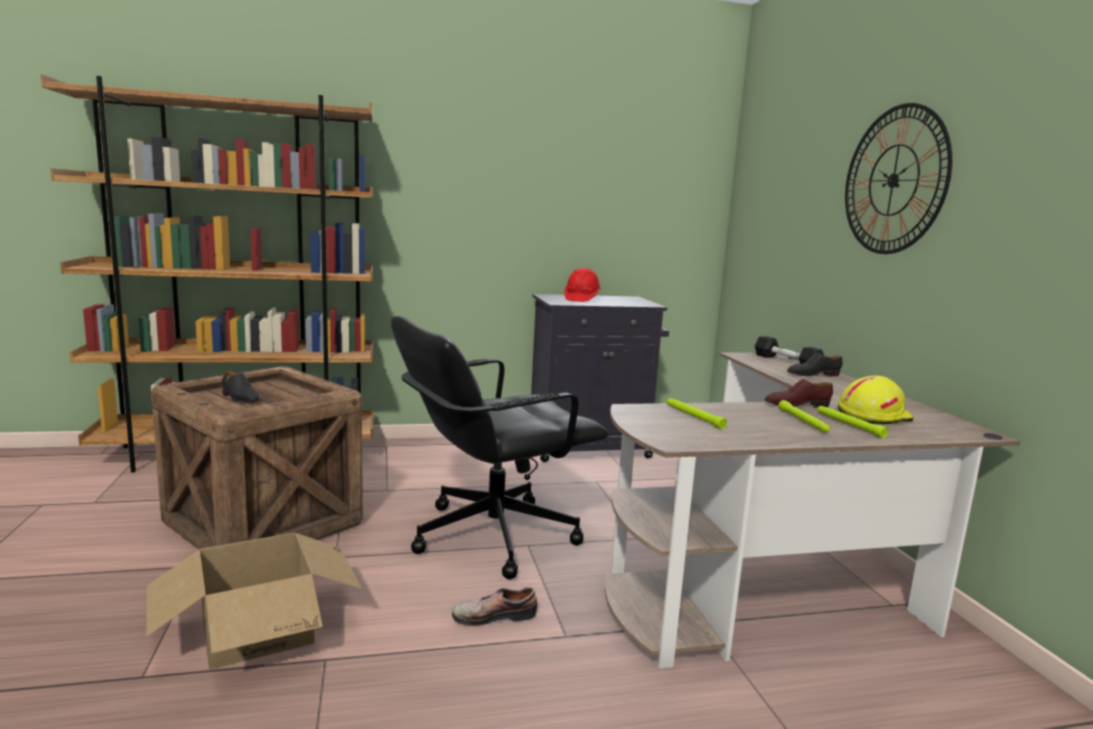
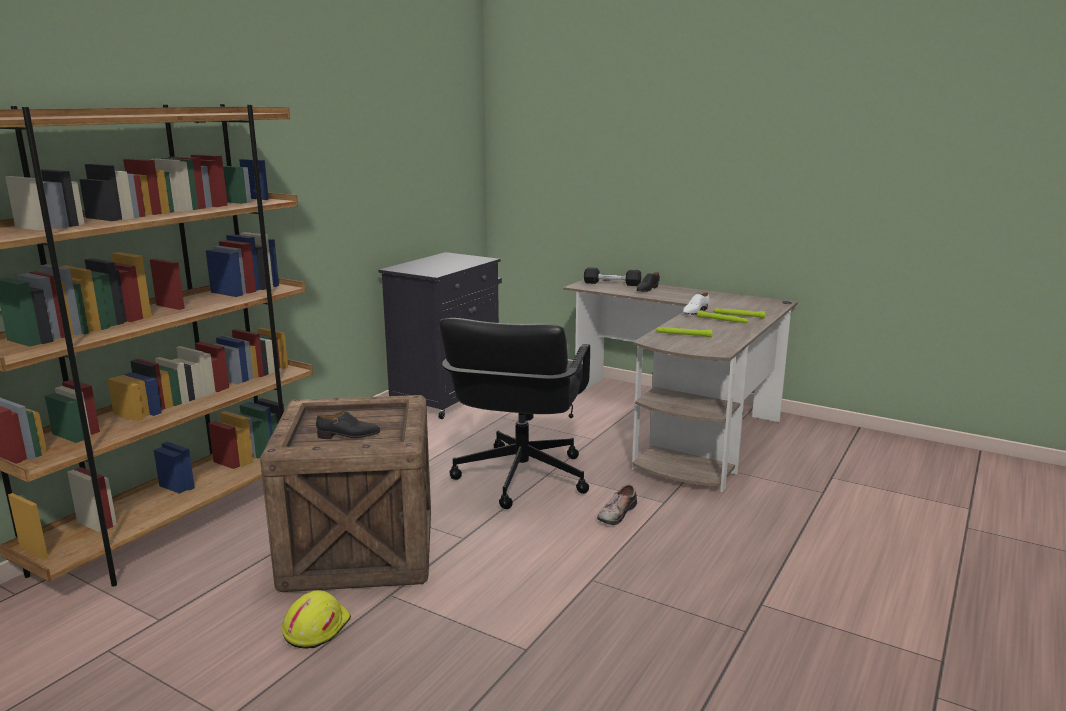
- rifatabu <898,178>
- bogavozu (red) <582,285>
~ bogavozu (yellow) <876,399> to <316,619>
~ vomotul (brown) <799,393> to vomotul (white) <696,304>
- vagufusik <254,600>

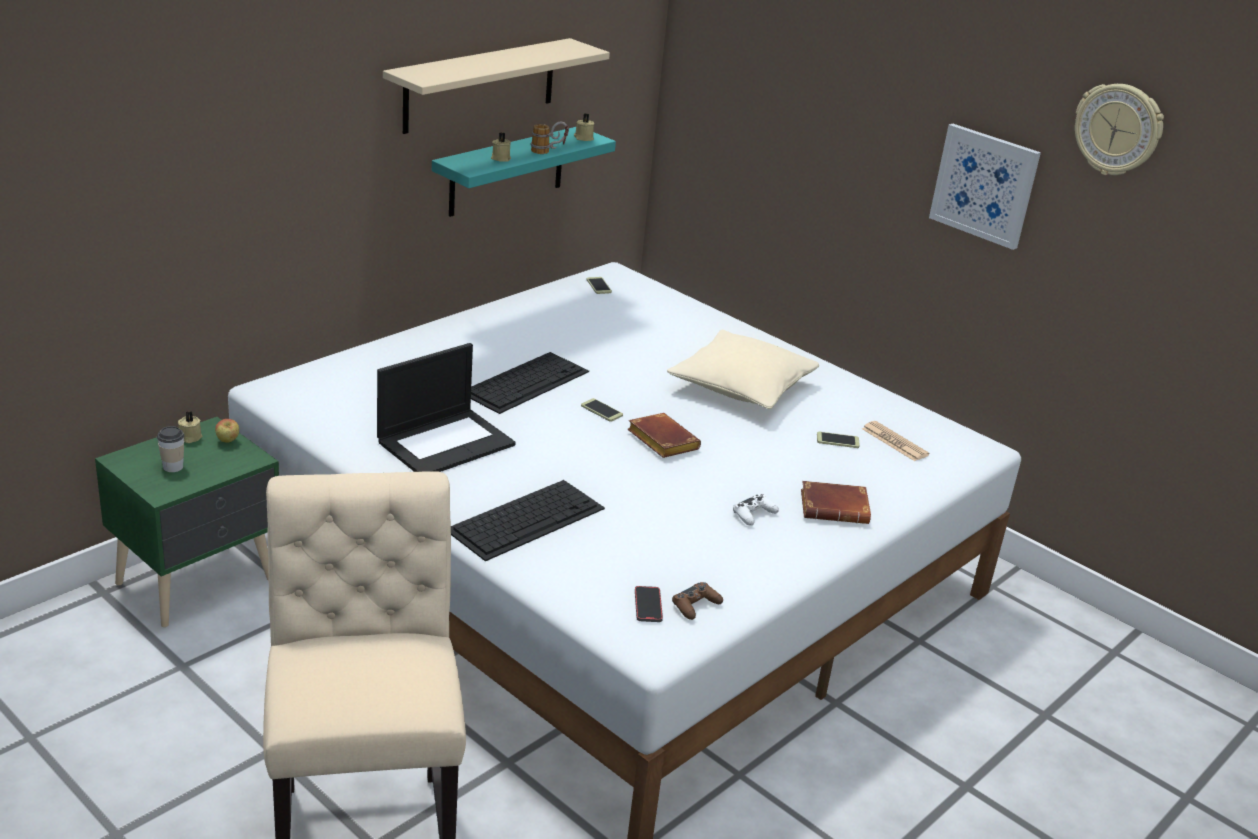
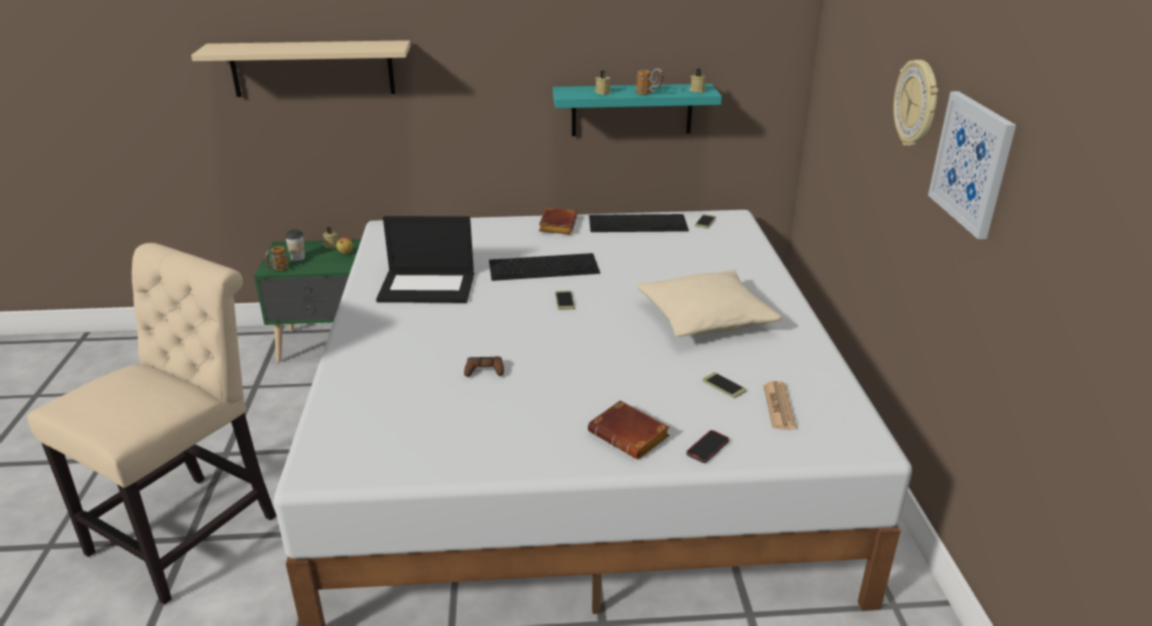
~ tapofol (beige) <496,86> to <301,68>
~ rifatabu <1119,129> to <915,103>
~ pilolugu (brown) <664,435> to <558,221>
~ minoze <528,520> to <639,223>
- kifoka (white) <756,510>
~ kifoka (brown) <697,601> to <484,366>
~ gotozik <649,604> to <707,446>
+ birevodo <277,258>

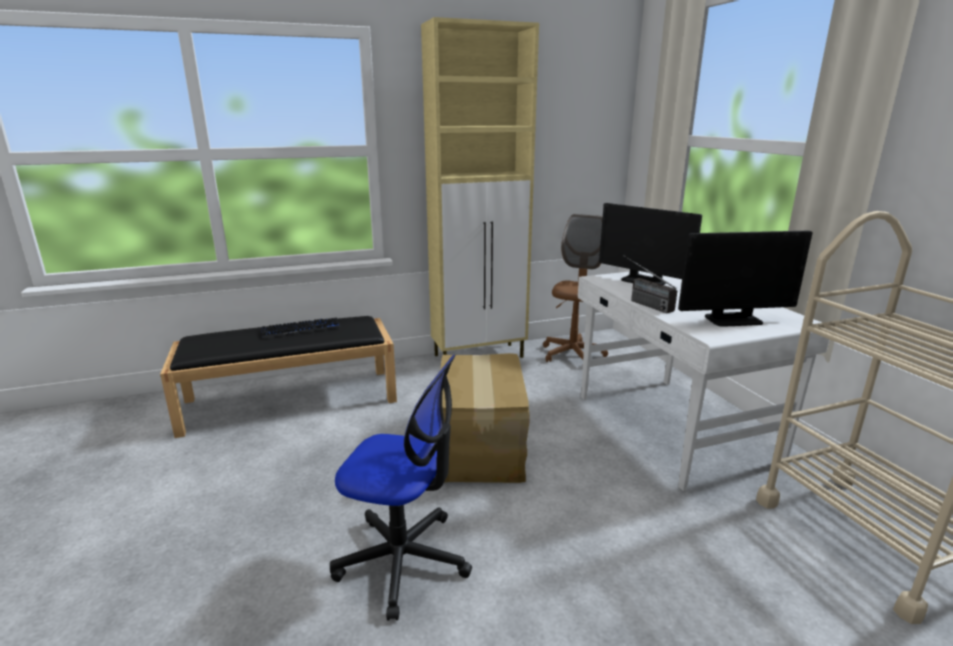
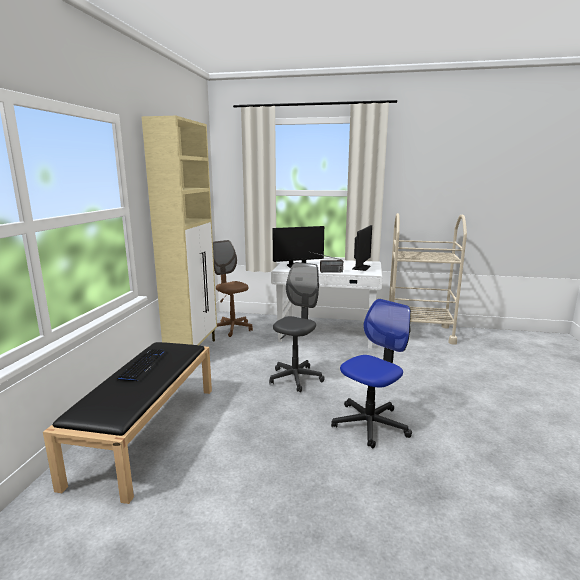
~ vagufusik <485,418> to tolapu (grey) <297,327>

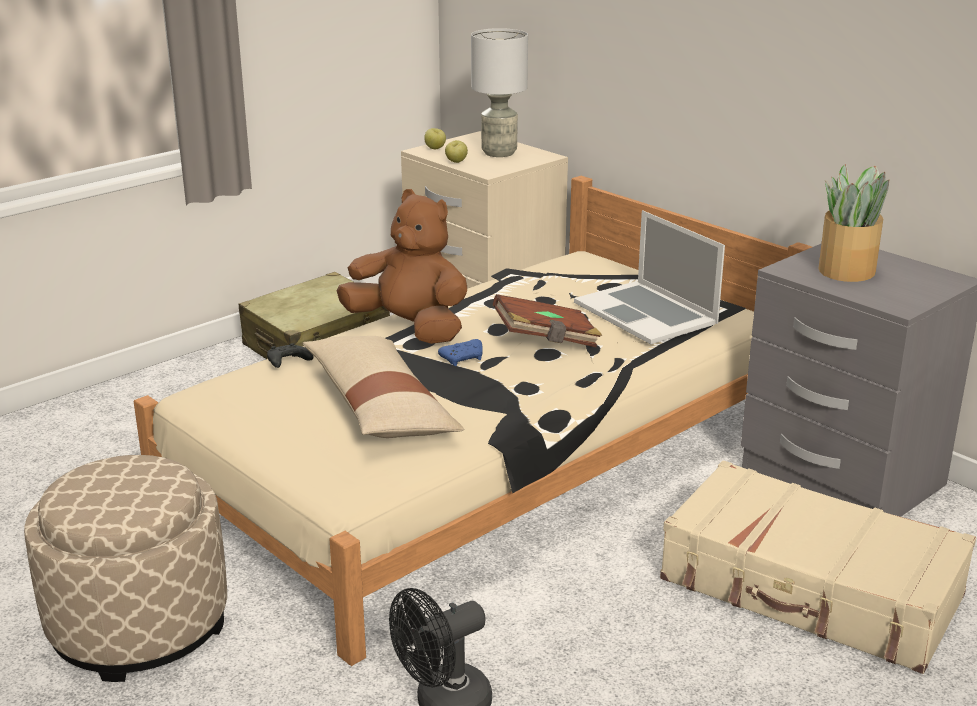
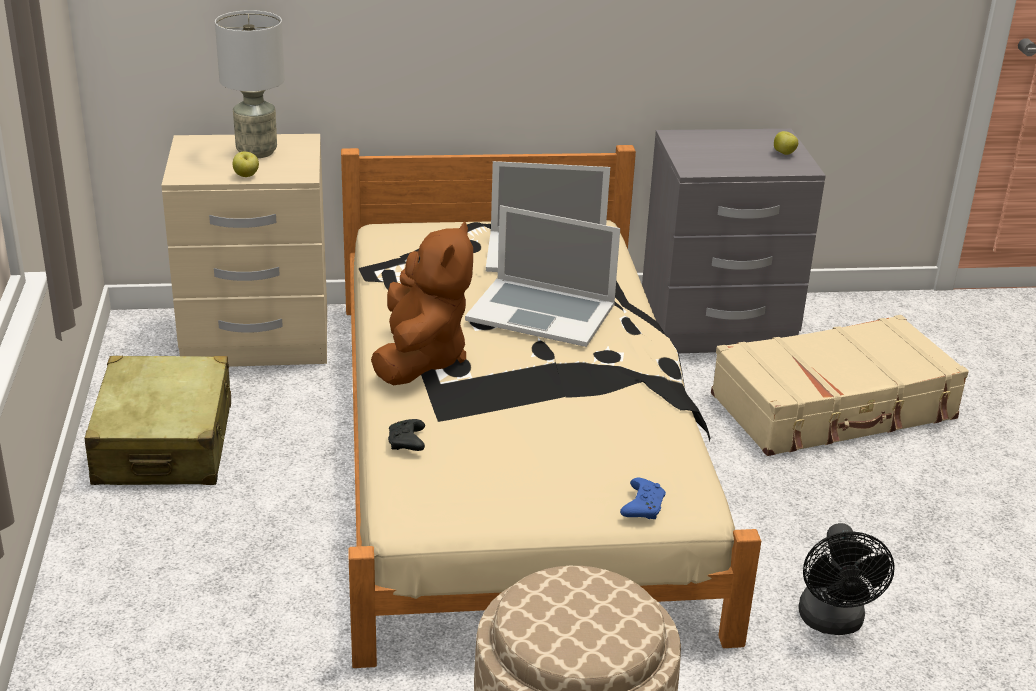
~ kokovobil <435,138> to <786,143>
- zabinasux <853,223>
~ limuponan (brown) <402,266> = <422,303> 120 degrees clockwise
~ pilolugu (brown) <547,320> to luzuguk <542,276>
- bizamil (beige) <383,387>
~ kifoka (blue) <460,352> to <643,498>

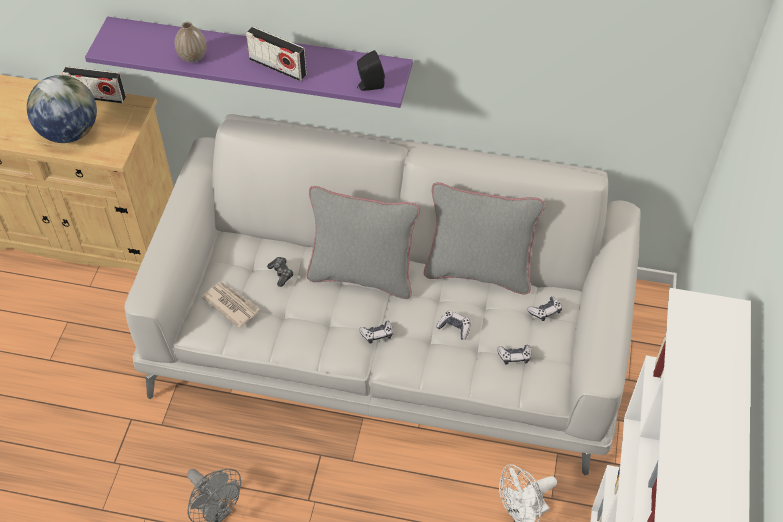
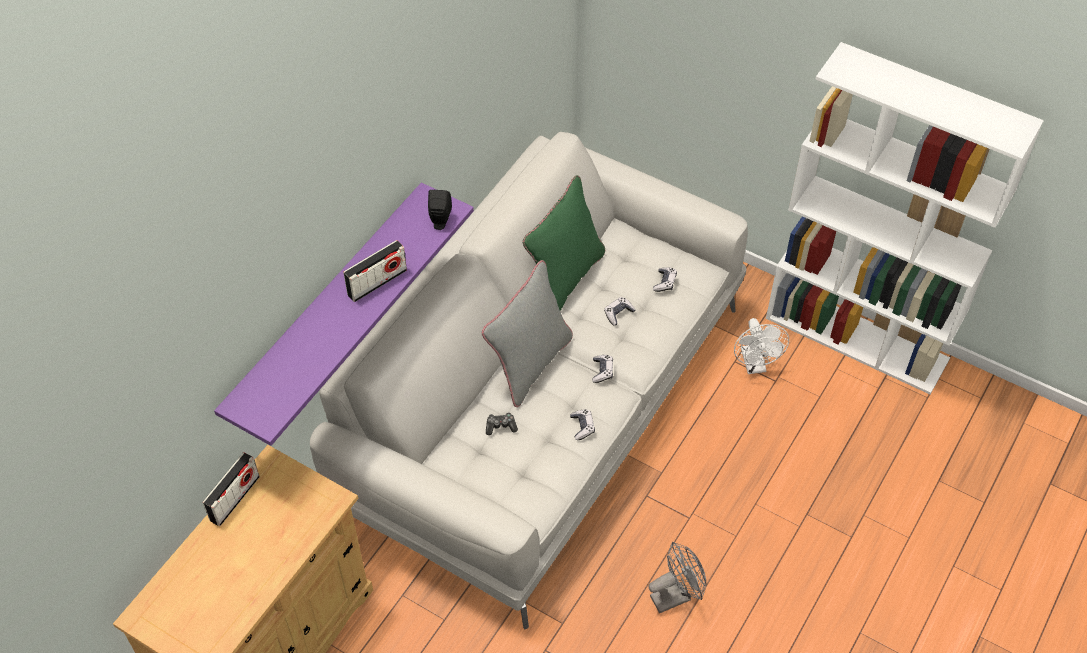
- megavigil <191,42>
- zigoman <62,109>
~ bizamil (grey) <484,238> to bizamil (green) <564,243>
- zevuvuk <231,305>
~ kifoka <544,308> to <582,424>

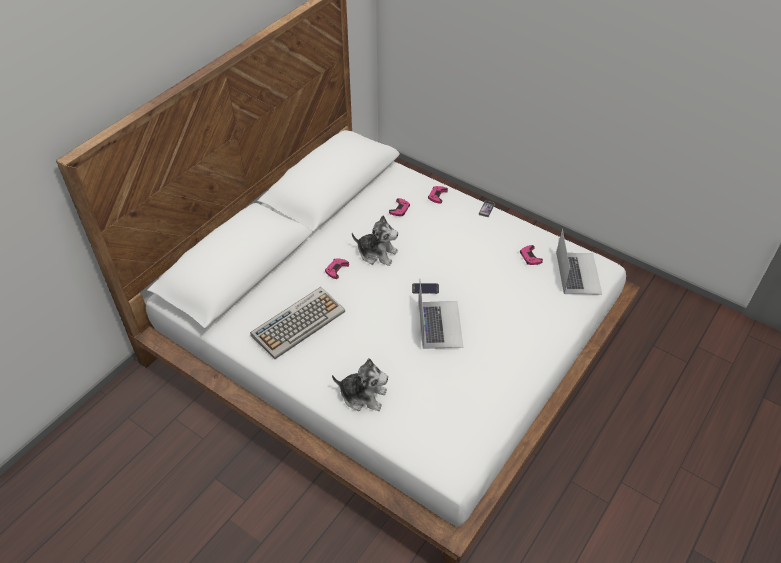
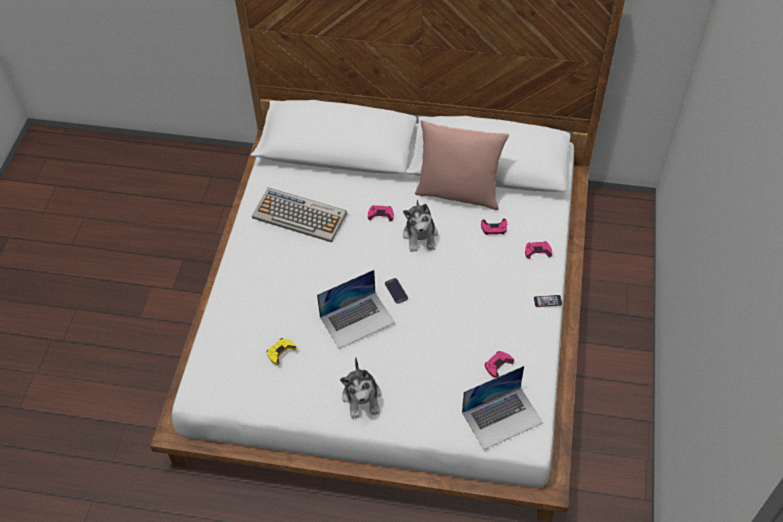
~ limuponan <360,384> to <361,388>
+ bizamil (pink) <462,165>
+ kifoka (yellow) <281,351>

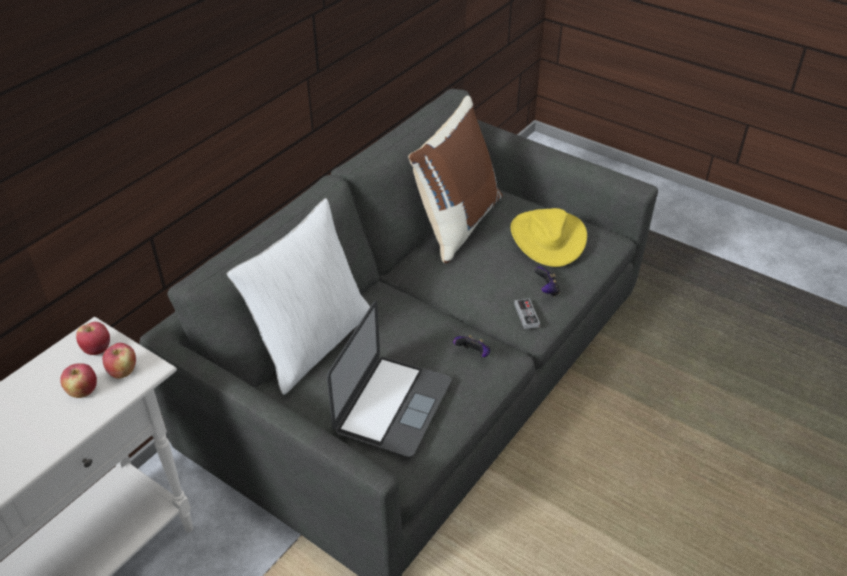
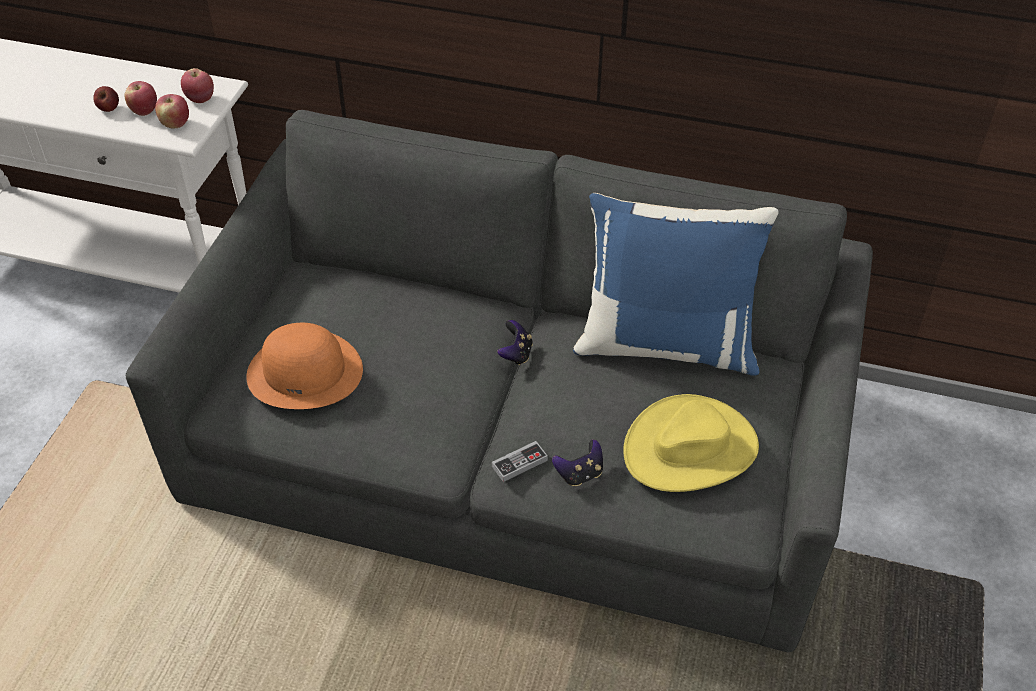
~ bizamil (brown) <455,179> to bizamil (blue) <676,284>
- bizamil (white) <298,296>
~ luzuguk <389,379> to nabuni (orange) <304,366>
~ kifoka <471,346> to <515,342>
+ kokovobil <106,99>

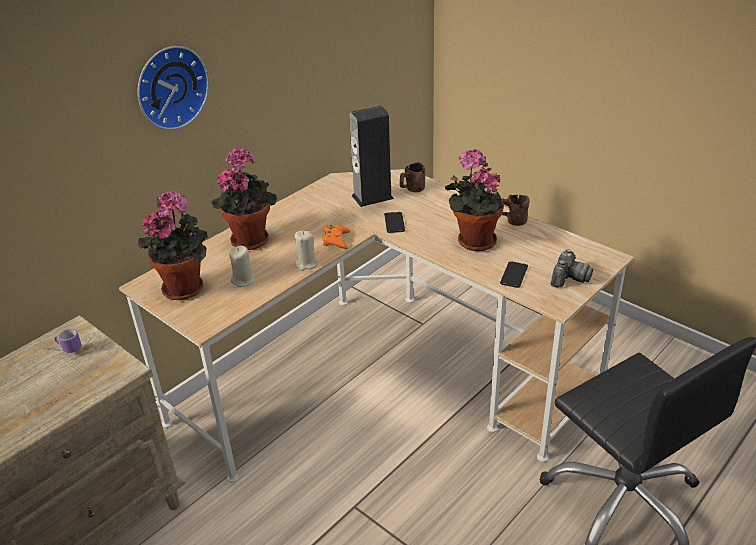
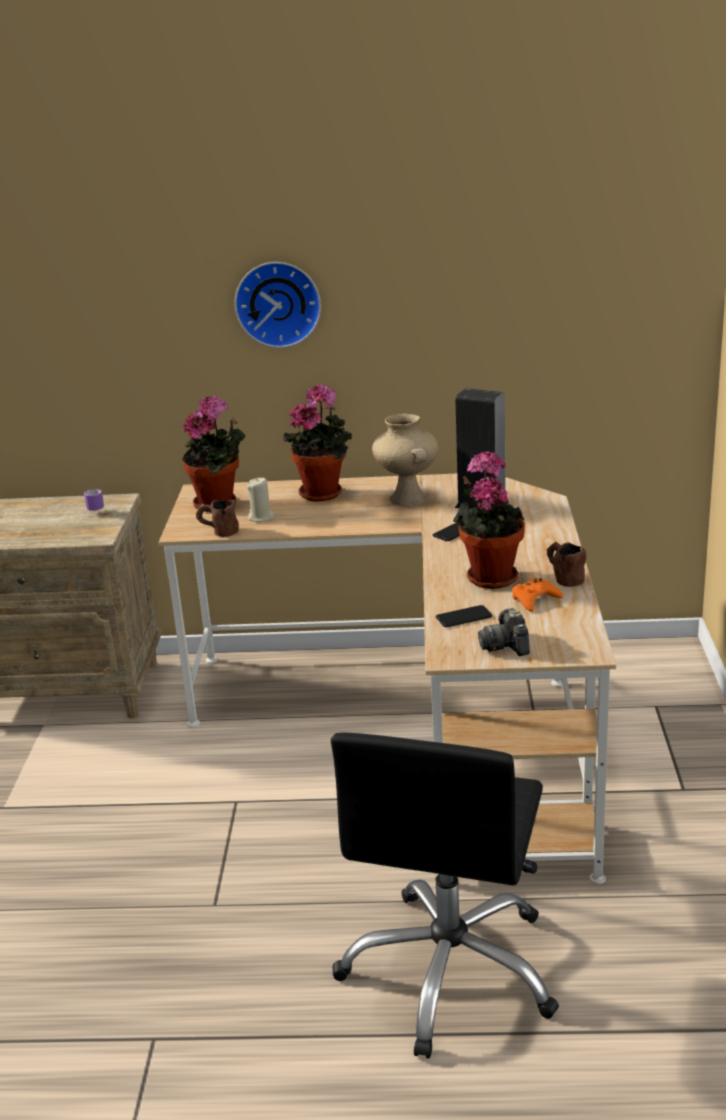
~ birevodo (brown) <412,177> to <217,518>
~ kifoka (orange) <336,237> to <537,595>
- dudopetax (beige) <307,251>
~ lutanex <572,268> = <504,632> 90 degrees clockwise
+ megavigil (beige) <405,460>

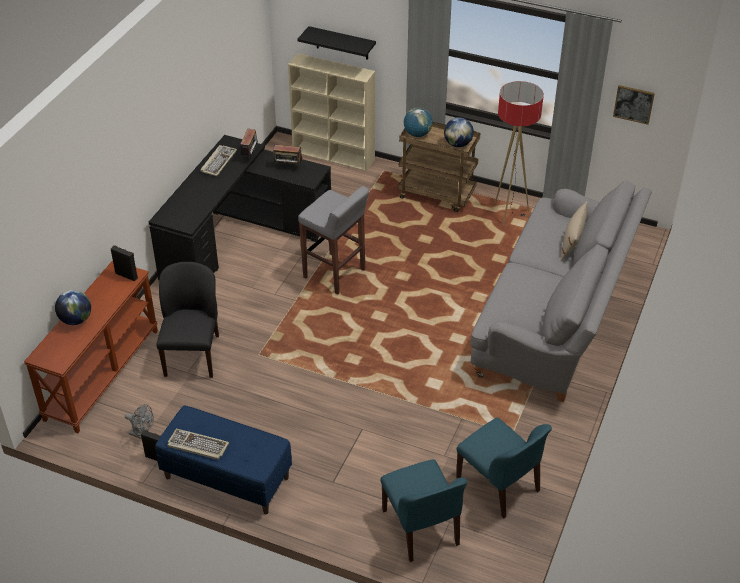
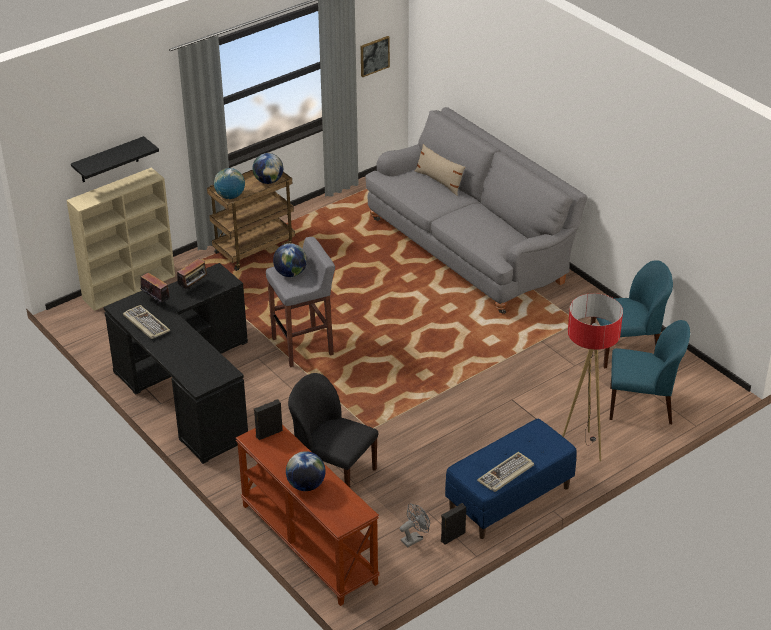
~ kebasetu <519,153> to <592,377>
+ zigoman <290,260>

